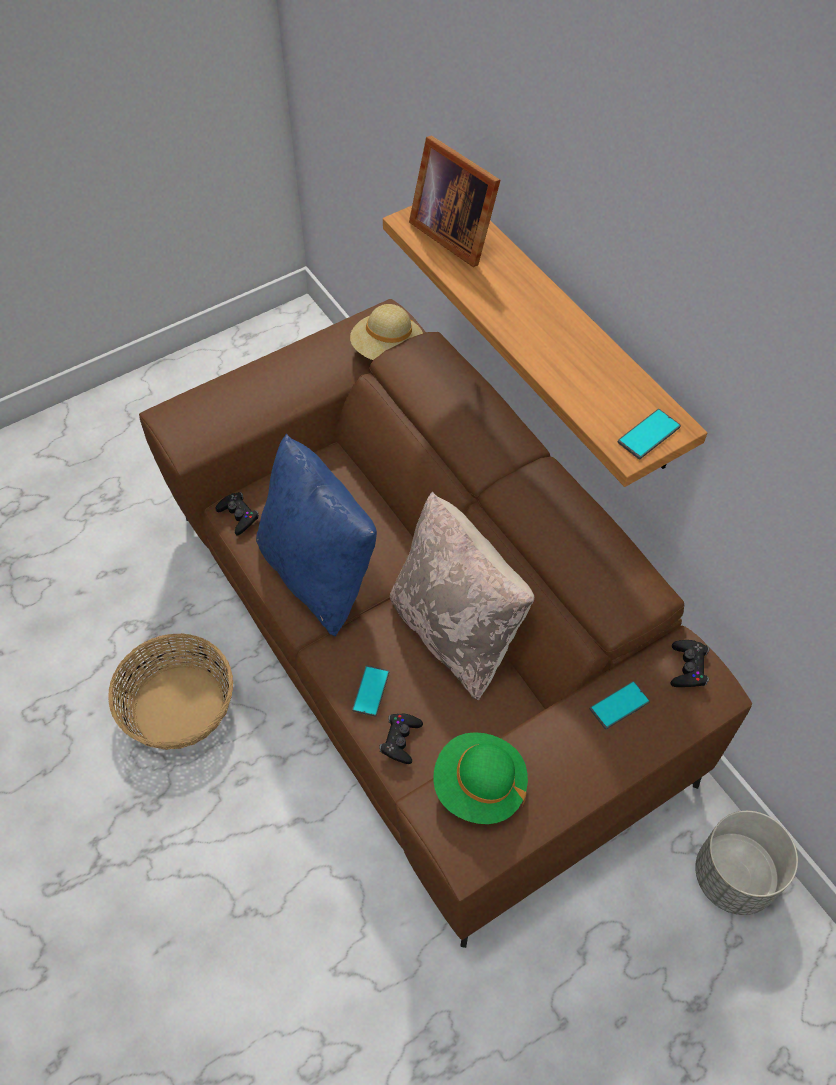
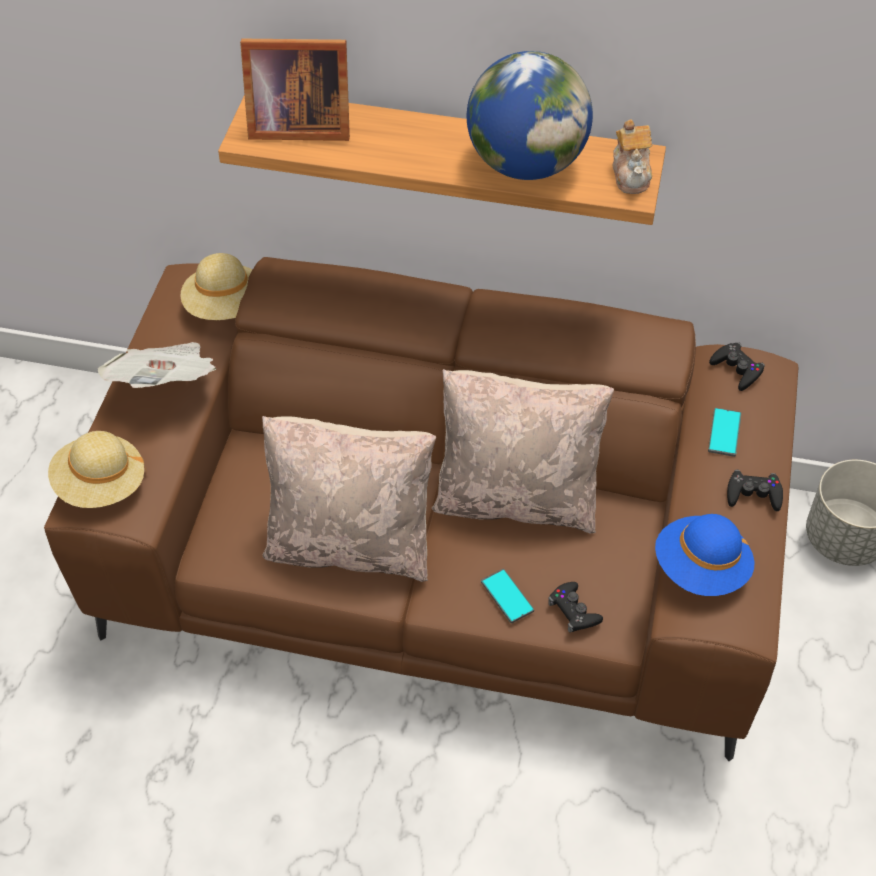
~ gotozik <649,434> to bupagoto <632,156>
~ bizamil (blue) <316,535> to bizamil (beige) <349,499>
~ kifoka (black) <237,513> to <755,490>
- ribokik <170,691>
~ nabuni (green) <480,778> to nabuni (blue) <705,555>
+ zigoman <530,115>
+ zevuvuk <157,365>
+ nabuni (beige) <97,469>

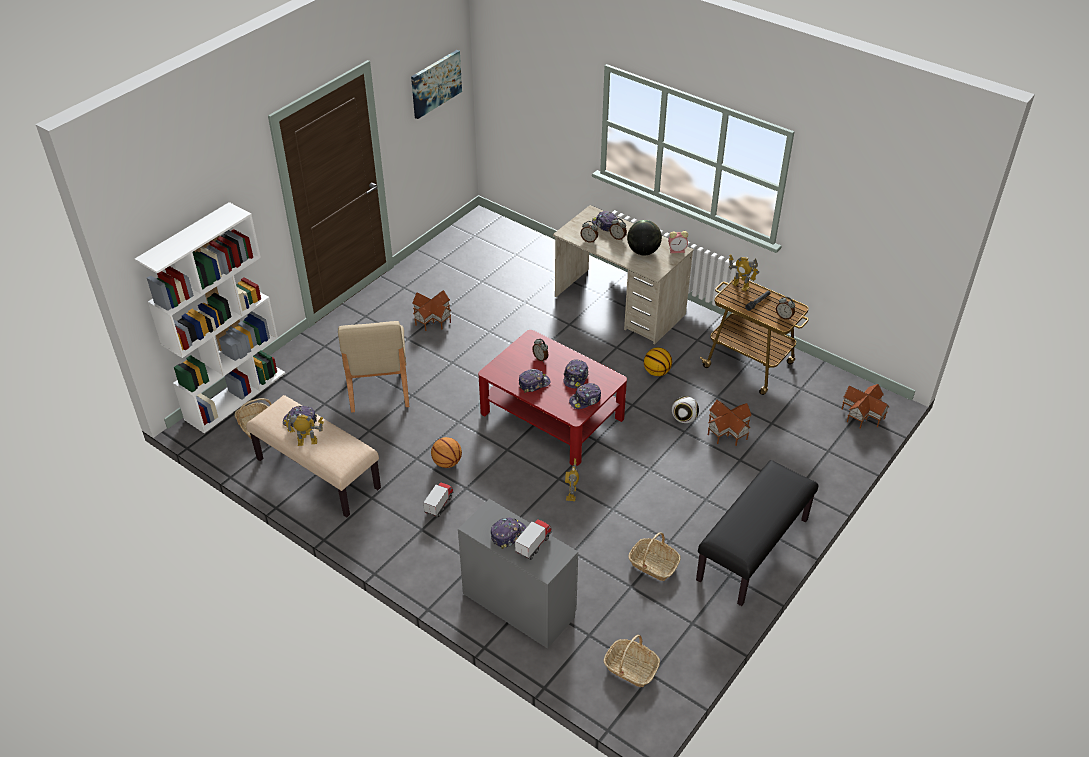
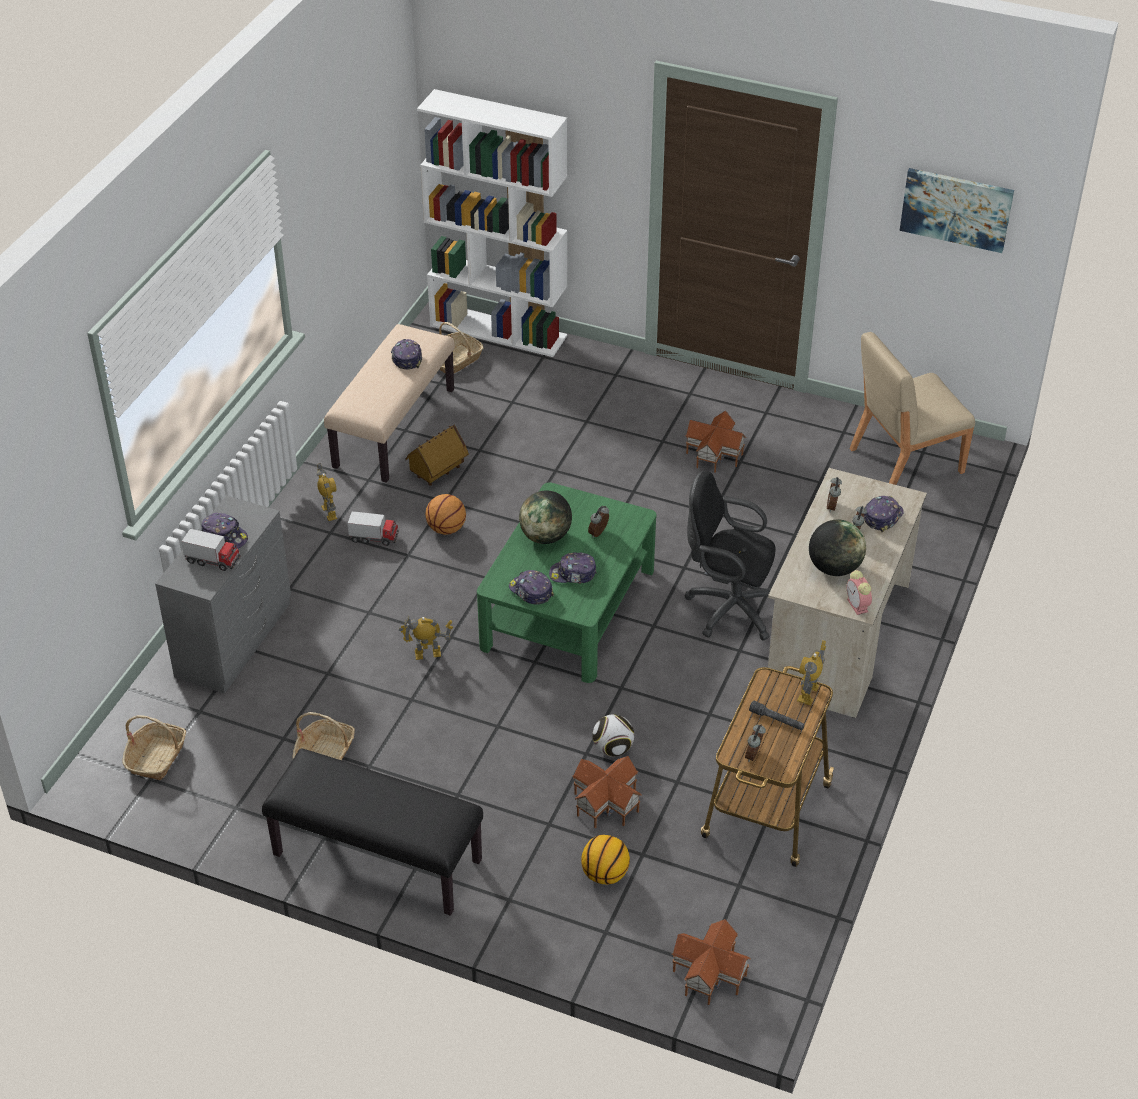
~ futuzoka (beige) <373,367> to <912,408>
~ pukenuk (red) <552,398> to pukenuk (green) <567,582>
~ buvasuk <658,361> to <605,860>
~ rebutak <535,381> to zigoman <545,517>
~ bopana <303,429> to <327,492>
+ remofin <437,455>
+ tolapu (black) <730,556>

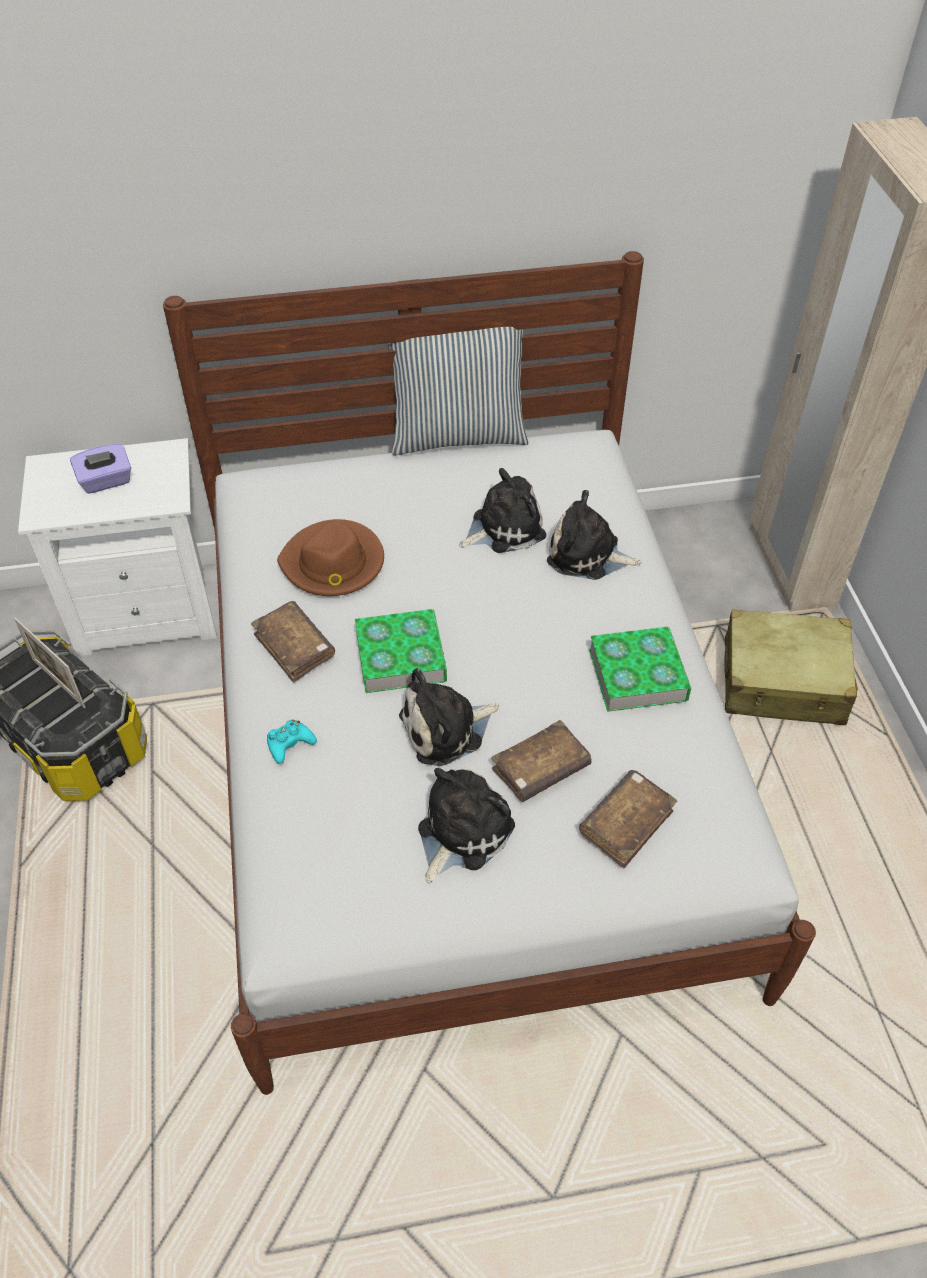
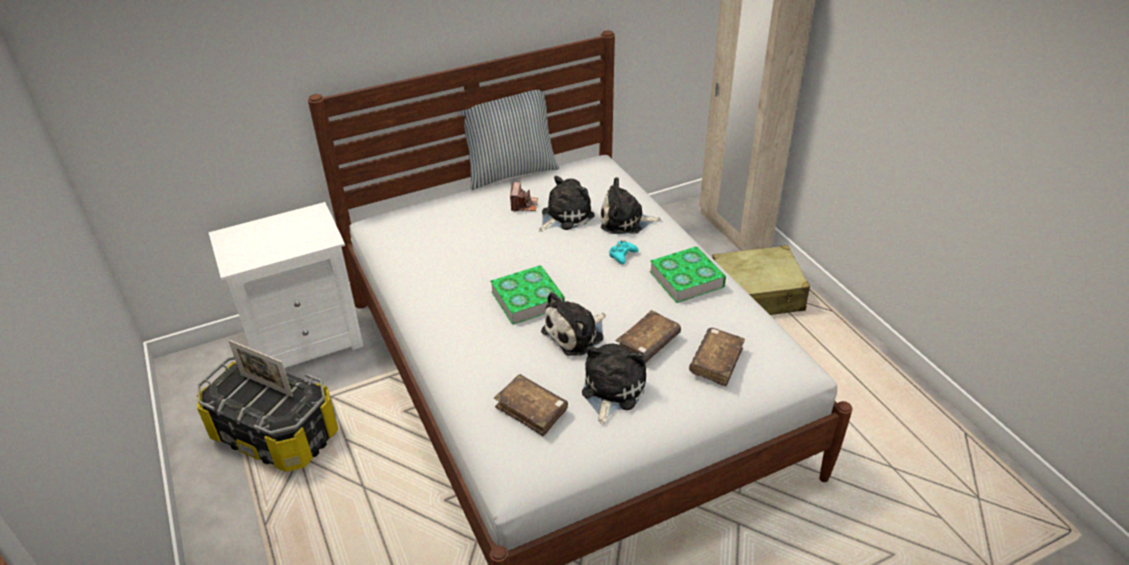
- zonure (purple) <100,469>
- nabuni (brown) <330,557>
~ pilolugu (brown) <293,642> to <531,405>
~ kifoka (turquoise) <292,741> to <624,253>
+ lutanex <524,197>

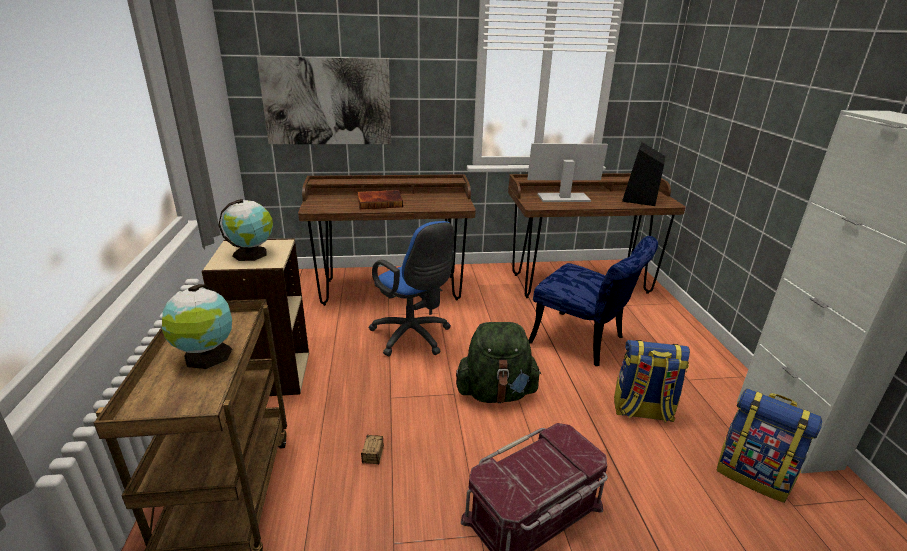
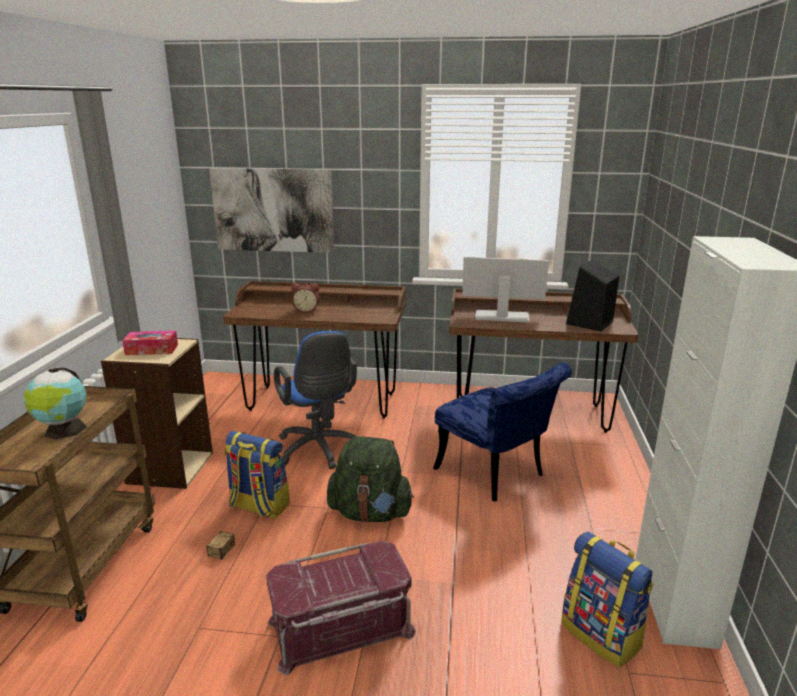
~ pilolugu <380,199> to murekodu <305,298>
~ zigoman <245,230> to zonure <150,343>
~ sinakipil <652,381> to <257,475>

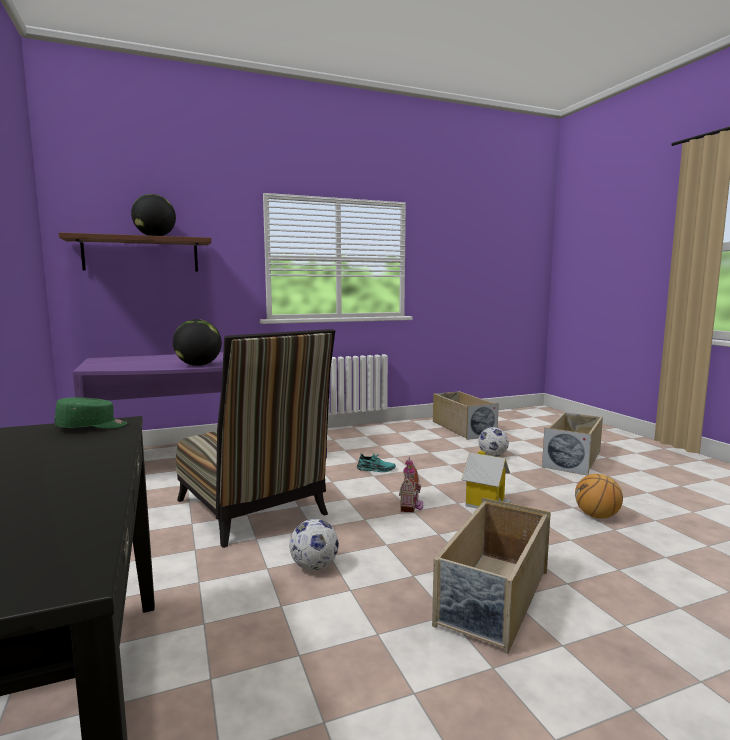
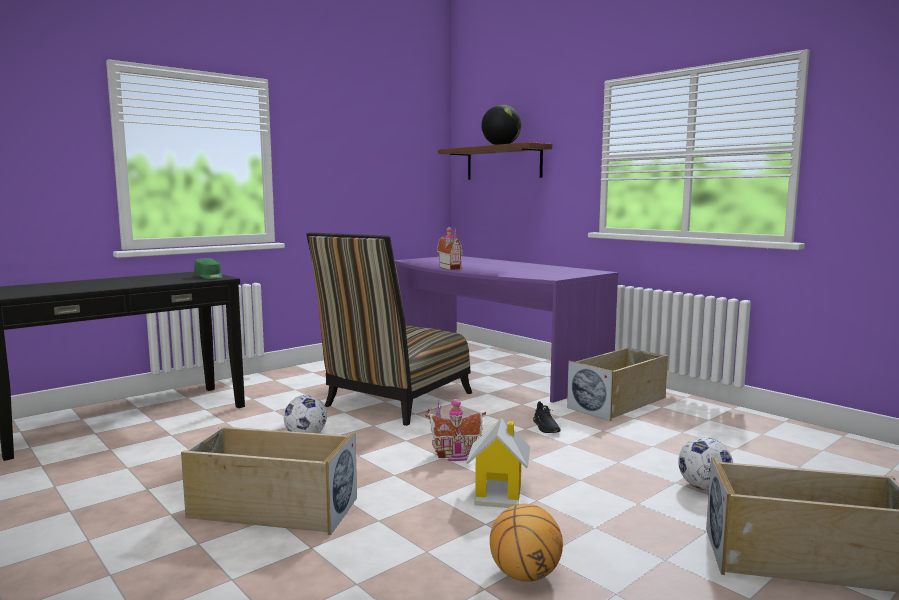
~ zigoman <197,342> to remofin <450,247>
~ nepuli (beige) <466,415> to <617,384>
~ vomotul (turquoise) <376,462> to vomotul (black) <547,417>

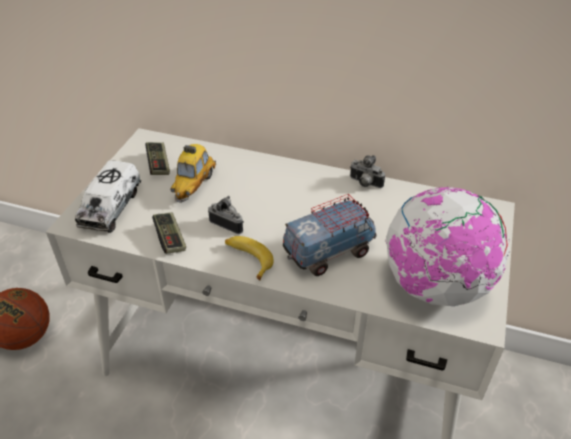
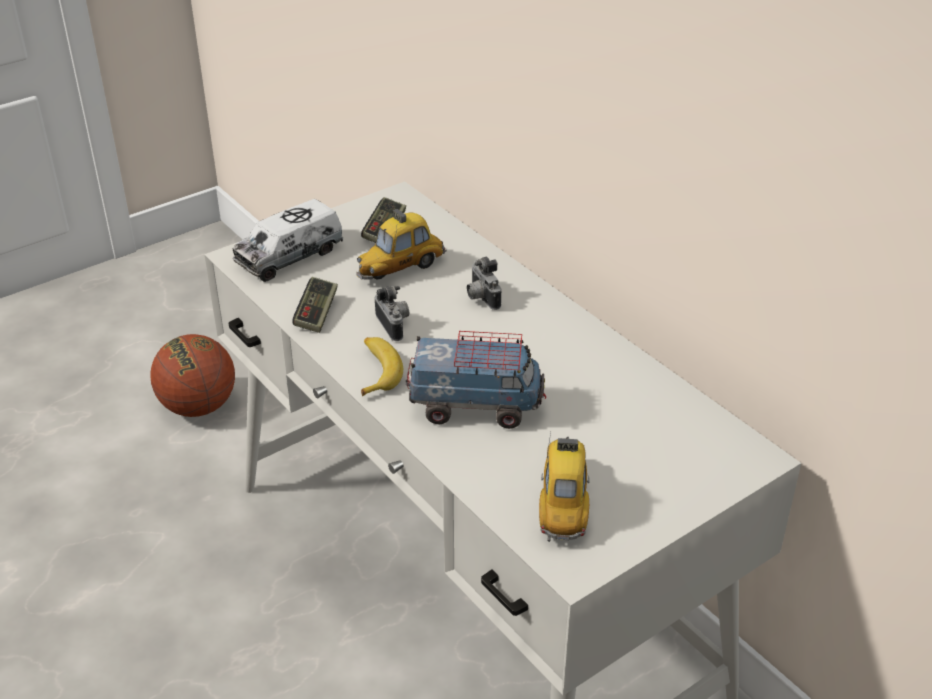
~ lutanex <367,171> to <484,283>
~ zigoman <447,246> to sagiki <564,487>

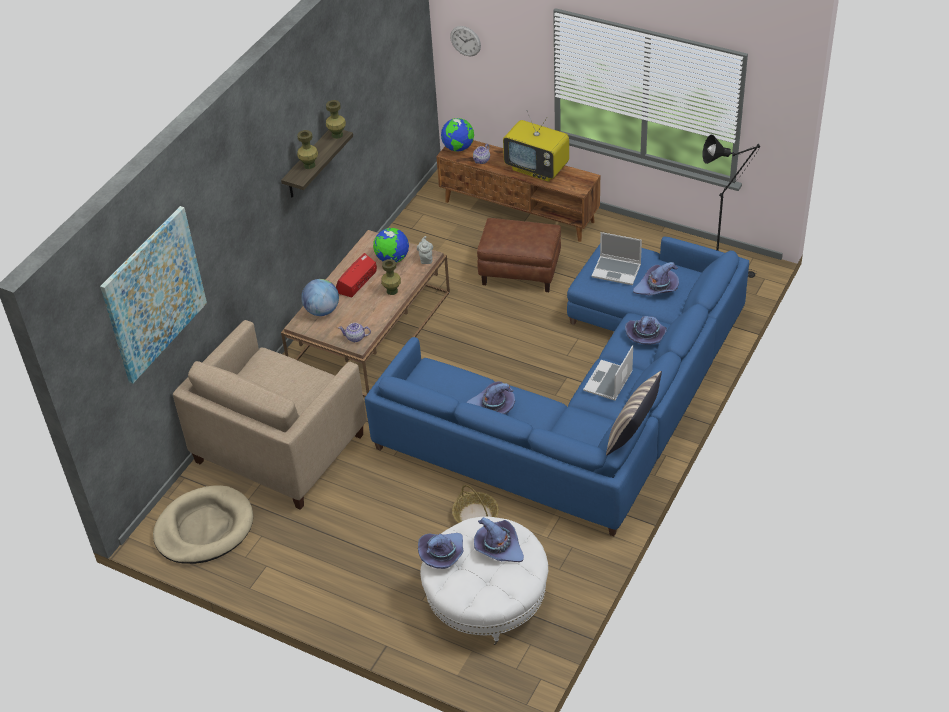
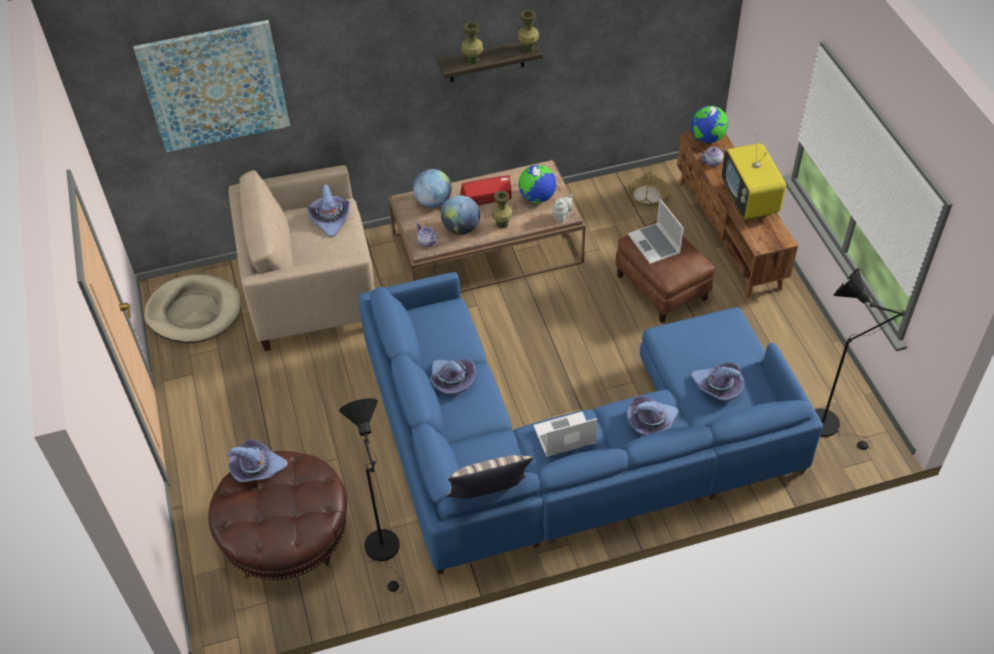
- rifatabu <465,41>
~ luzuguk <617,258> to <656,231>
~ ribokik <475,504> to <648,185>
~ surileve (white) <484,580> to surileve (brown) <277,515>
~ nabuni (purple) <499,539> to <328,210>
+ zigoman <460,215>
+ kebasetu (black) <371,496>

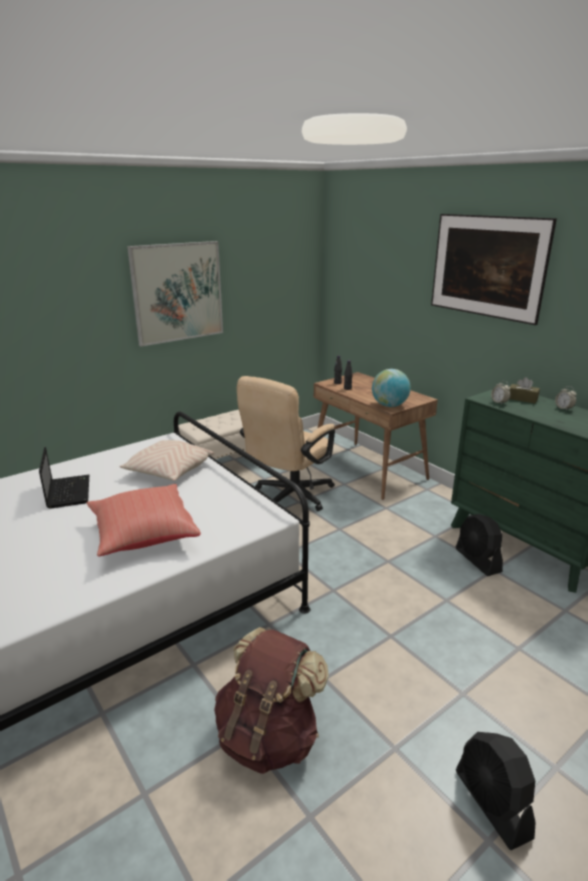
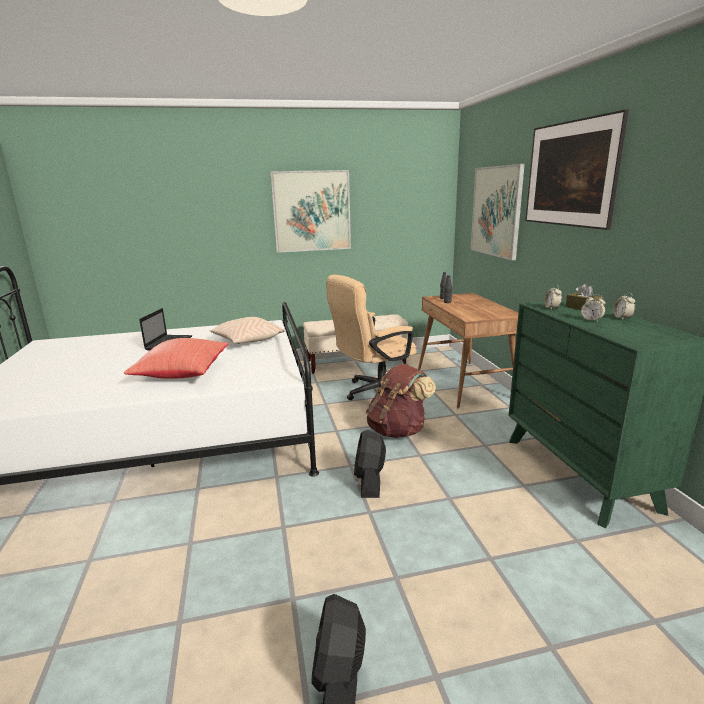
- zigoman <391,388>
~ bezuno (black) <479,545> to <370,464>
~ sinakipil (brown) <271,700> to <401,401>
+ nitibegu <498,212>
+ murekodu <593,308>

